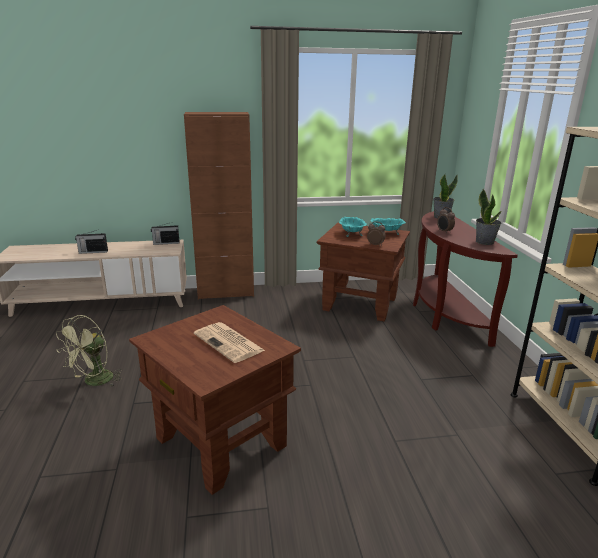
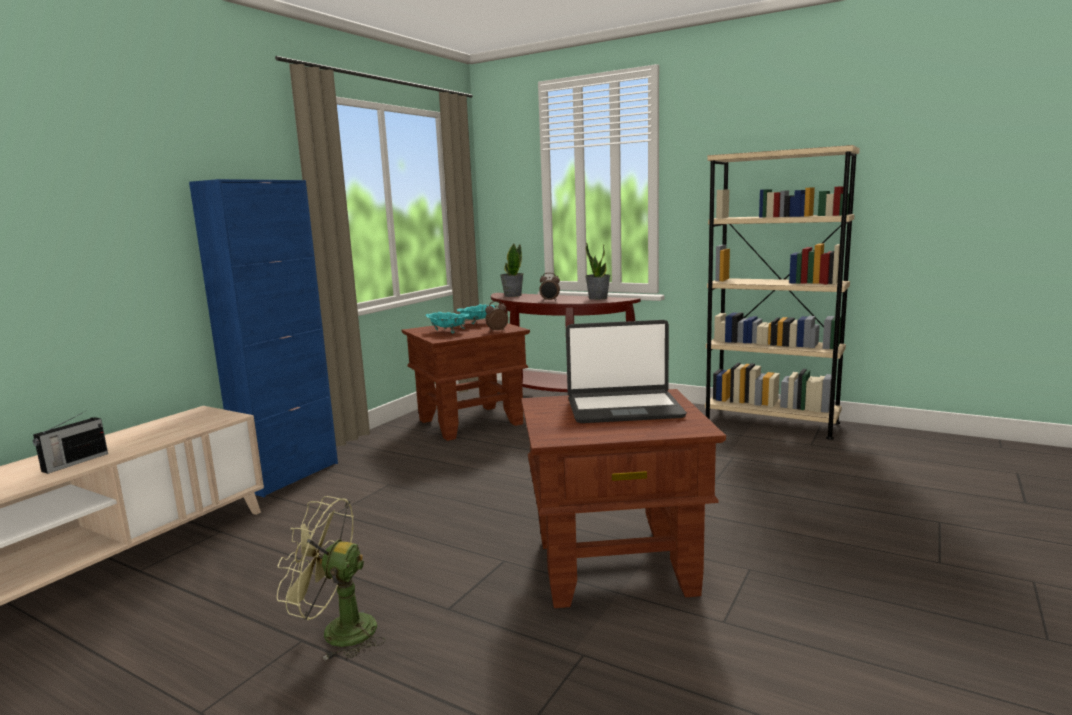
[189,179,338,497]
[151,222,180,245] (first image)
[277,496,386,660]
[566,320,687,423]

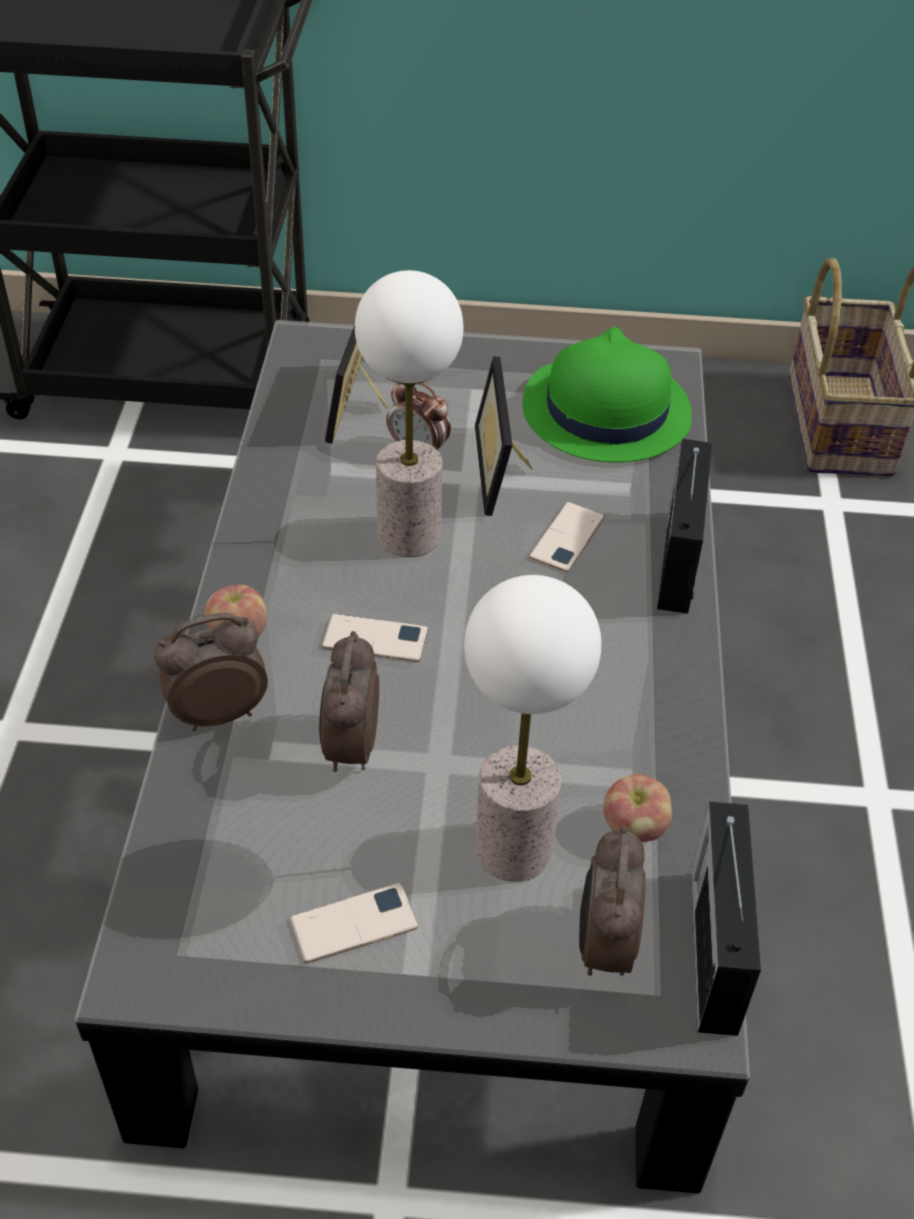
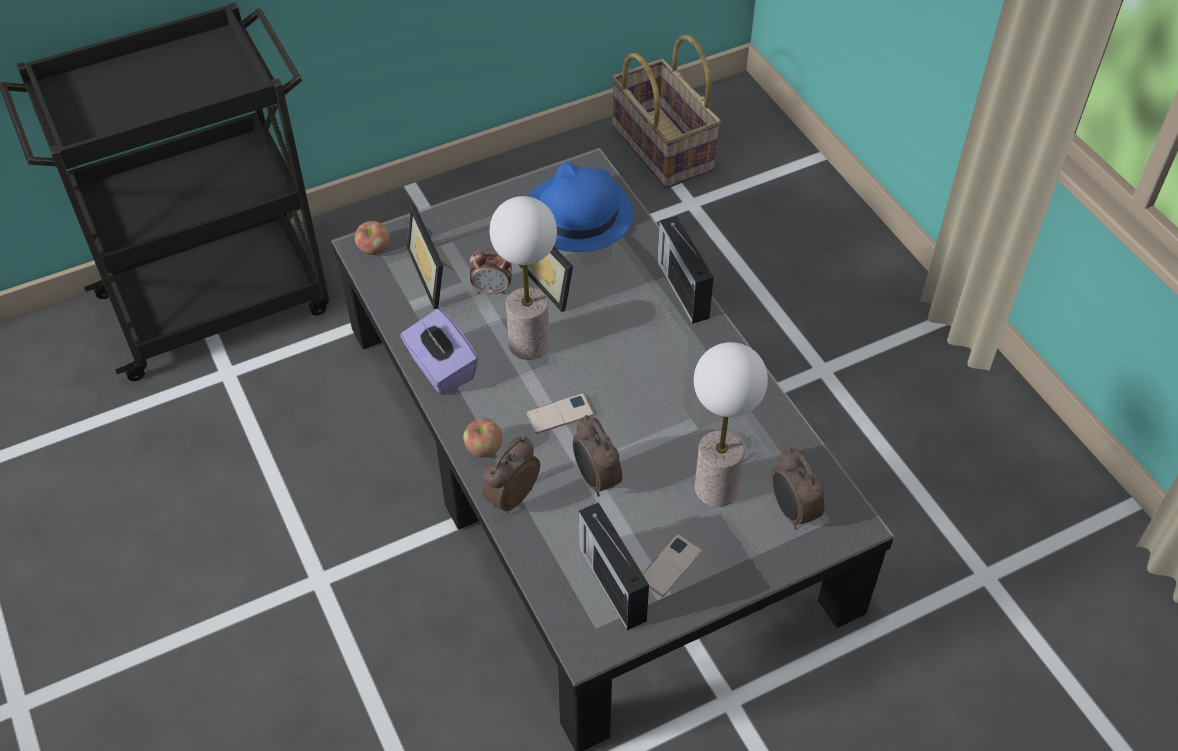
[528,162,634,252]
[529,502,605,572] (first image)
[355,221,390,255]
[579,502,649,630]
[400,308,479,394]

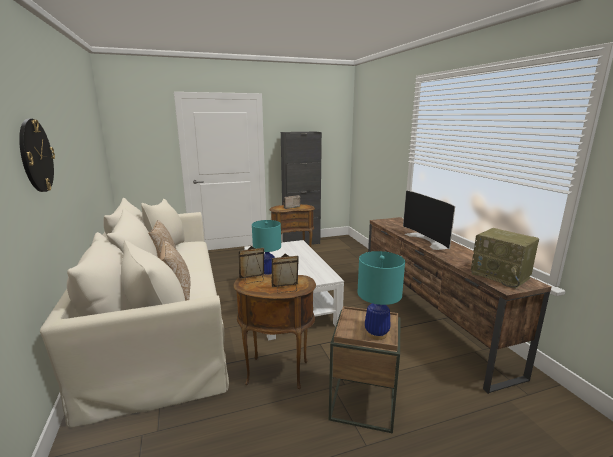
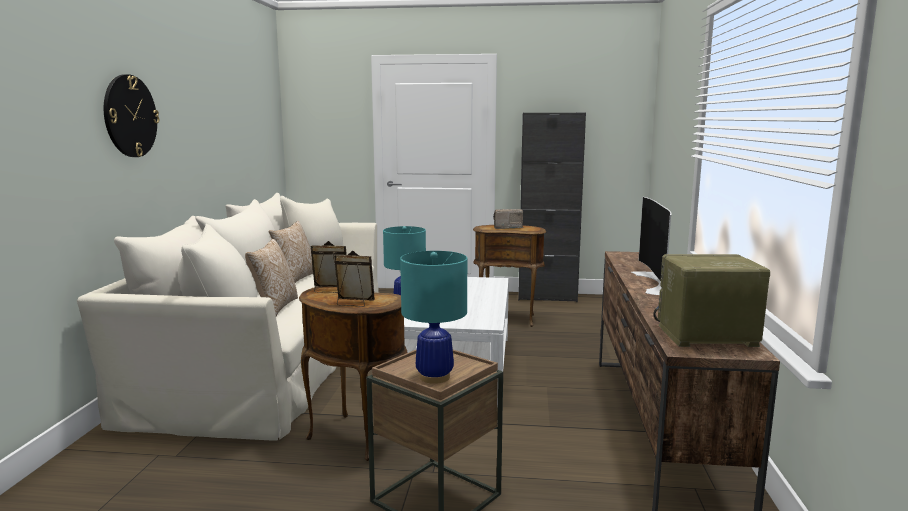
[653,254,770,347]

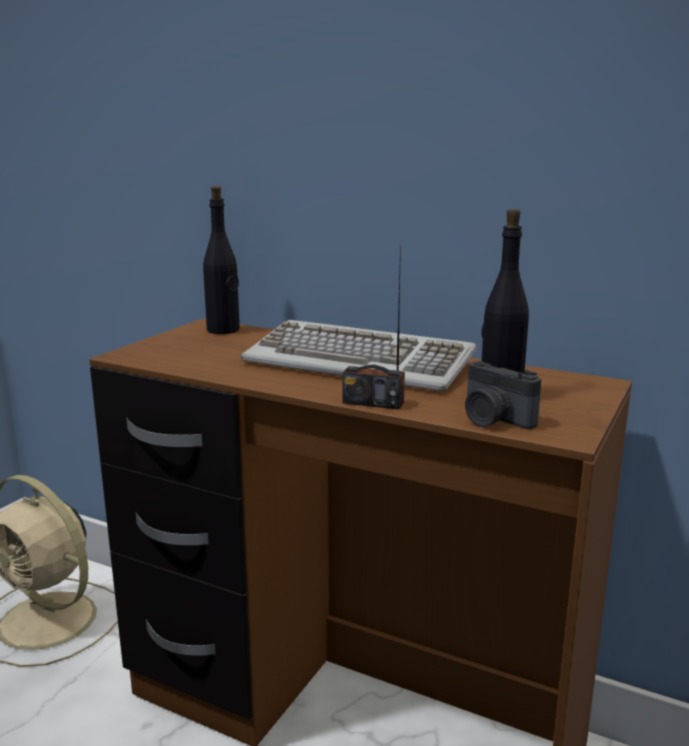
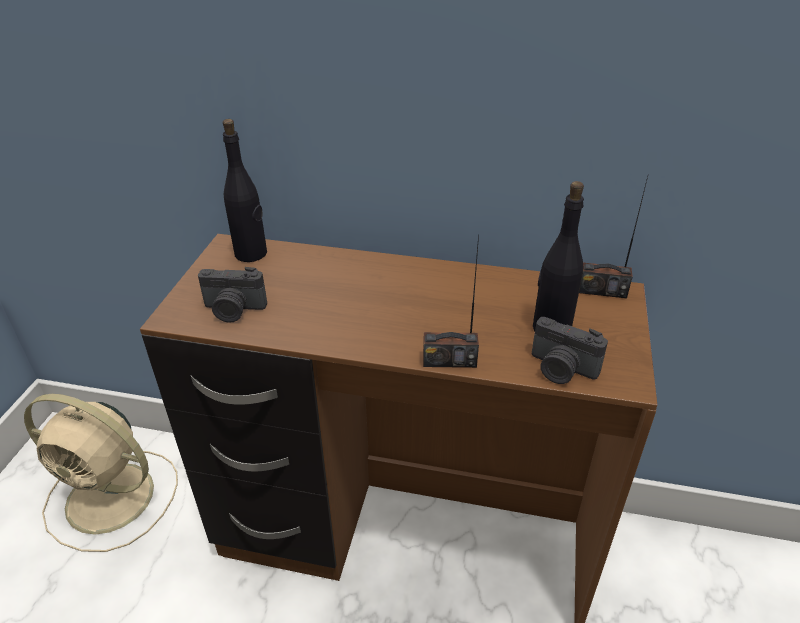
[241,320,477,391] (first image)
[579,176,648,298]
[198,267,267,323]

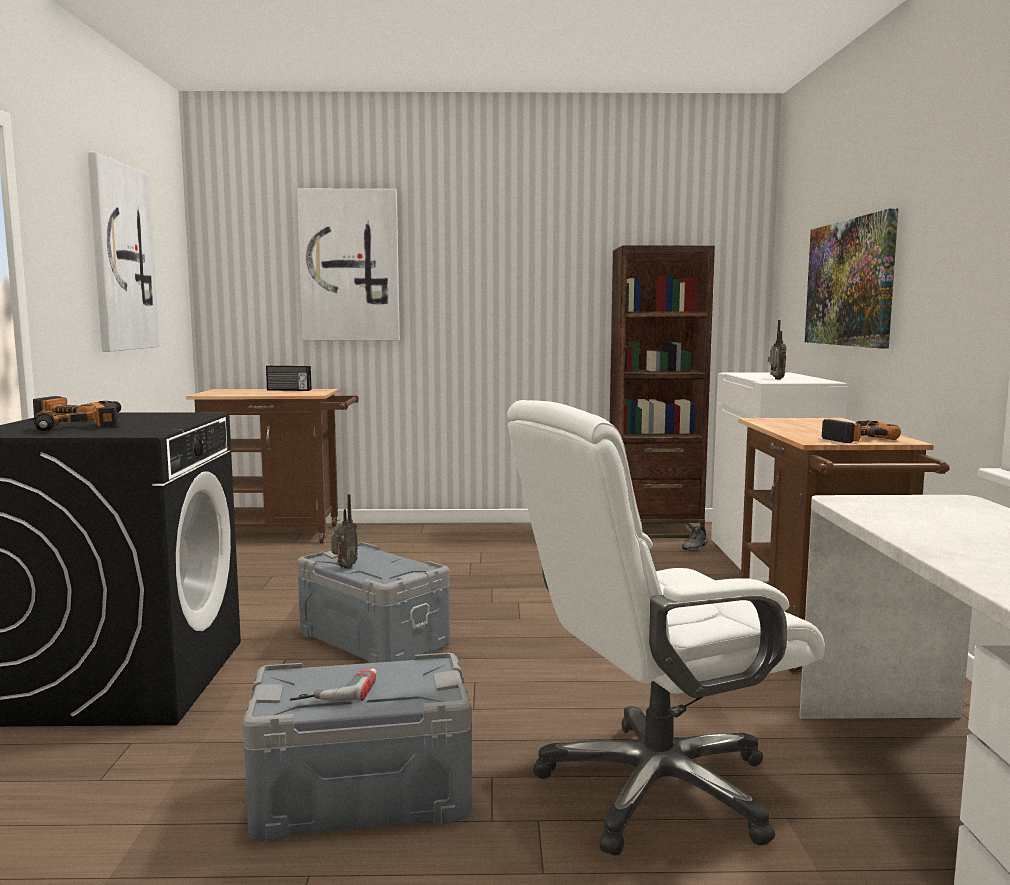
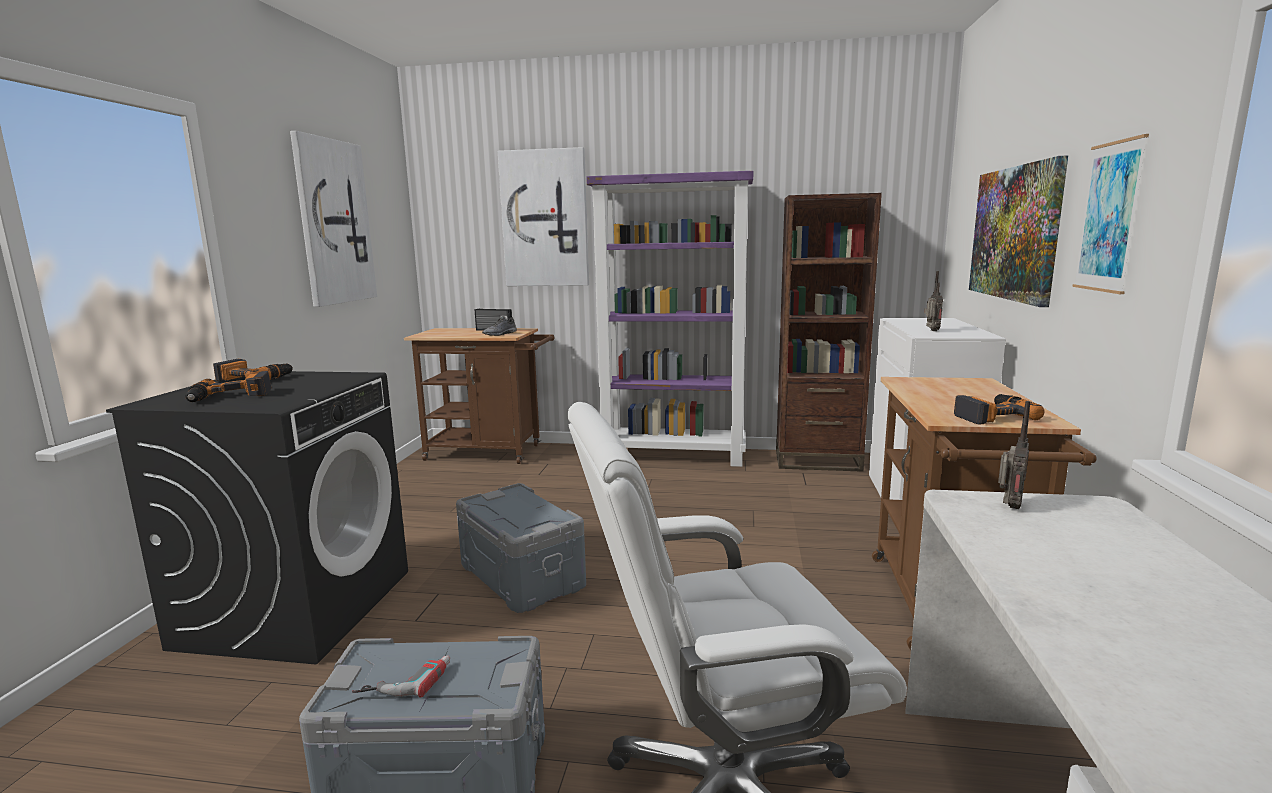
[998,401,1030,509]
[482,316,517,336]
[1072,134,1149,294]
[586,171,753,467]

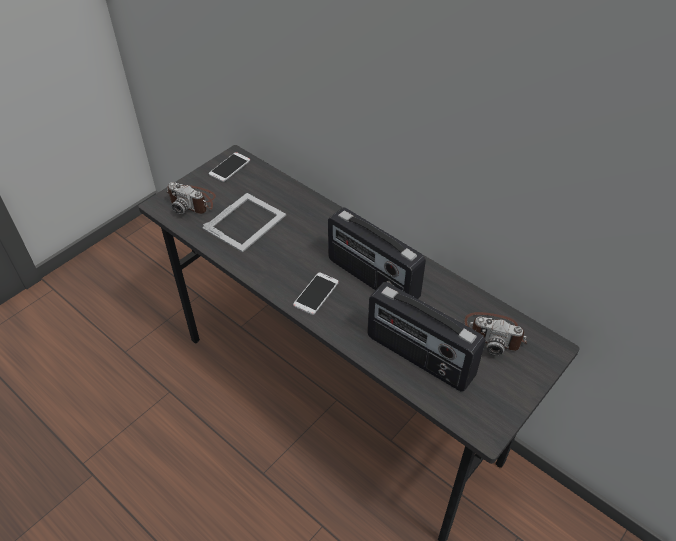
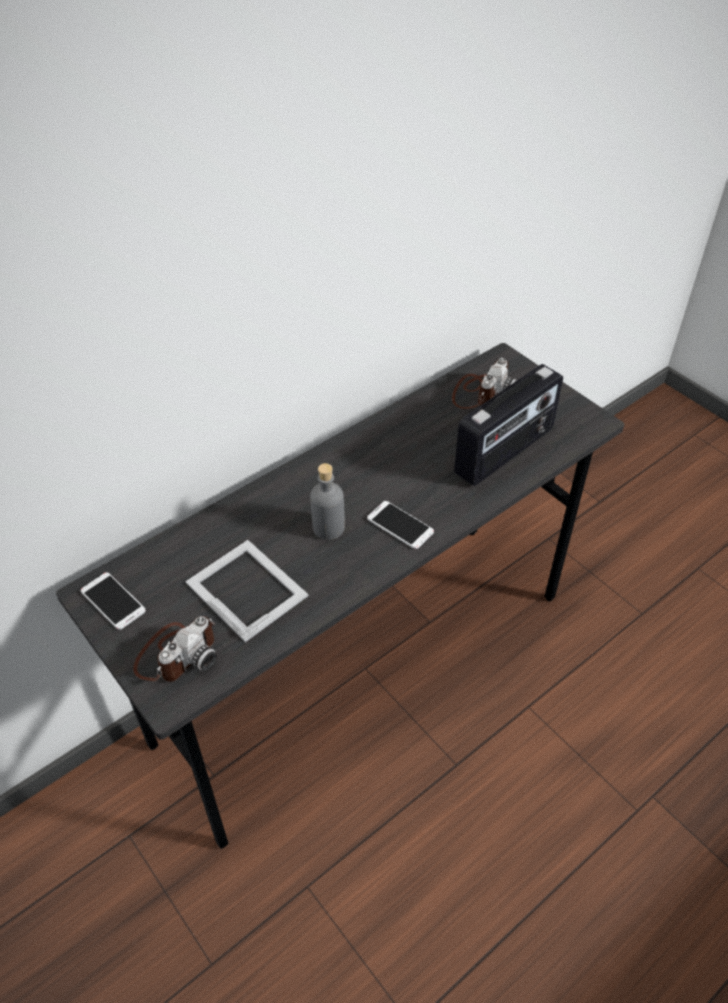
[328,207,426,299] (first image)
[310,463,345,540]

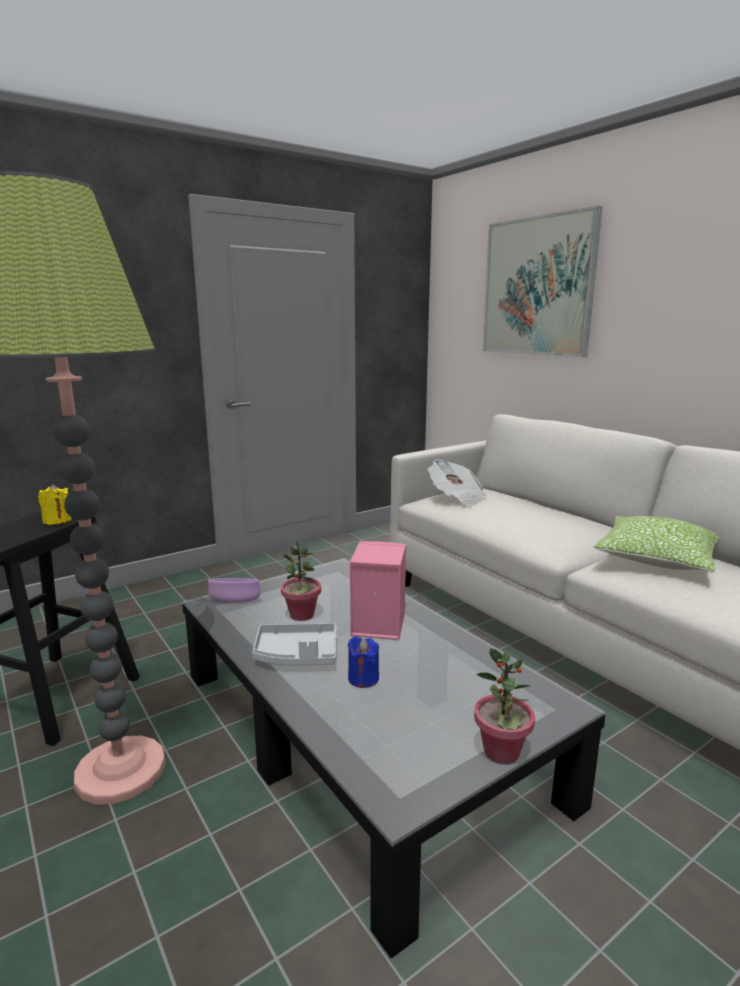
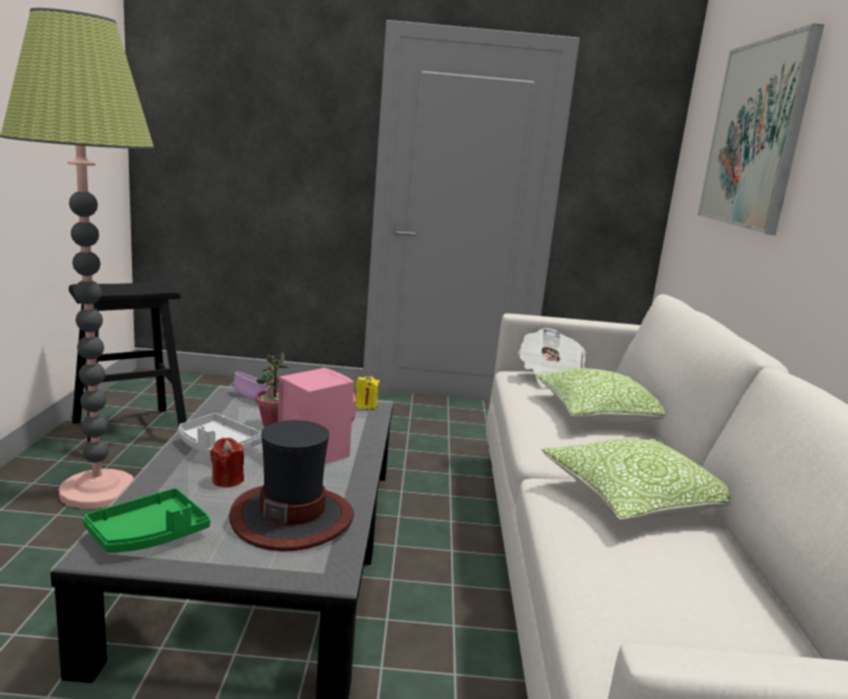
[356,375,380,410]
[210,438,244,487]
[474,648,535,764] (first image)
[535,368,665,423]
[229,420,354,551]
[83,488,210,553]

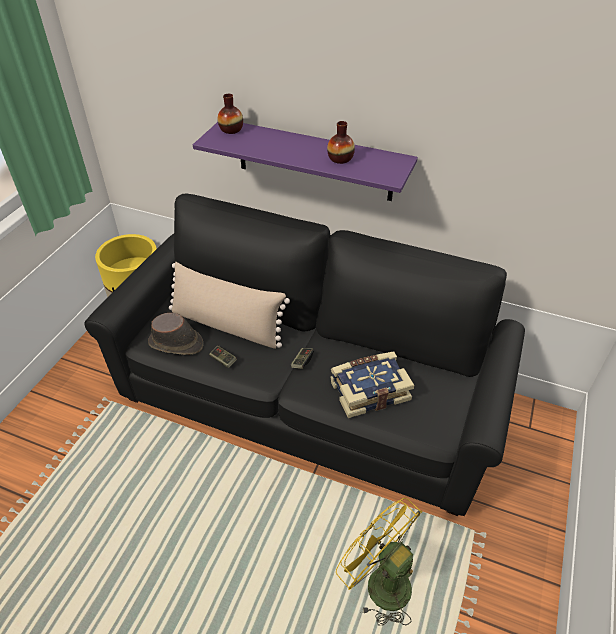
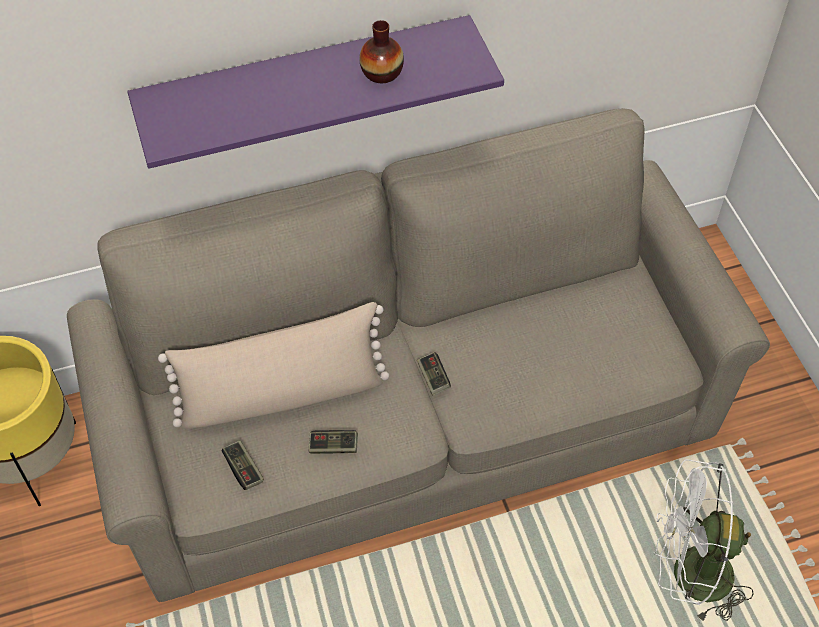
[217,94,243,134] (first image)
[67,108,770,602]
[221,440,264,490]
[330,351,414,418] (first image)
[654,459,754,623]

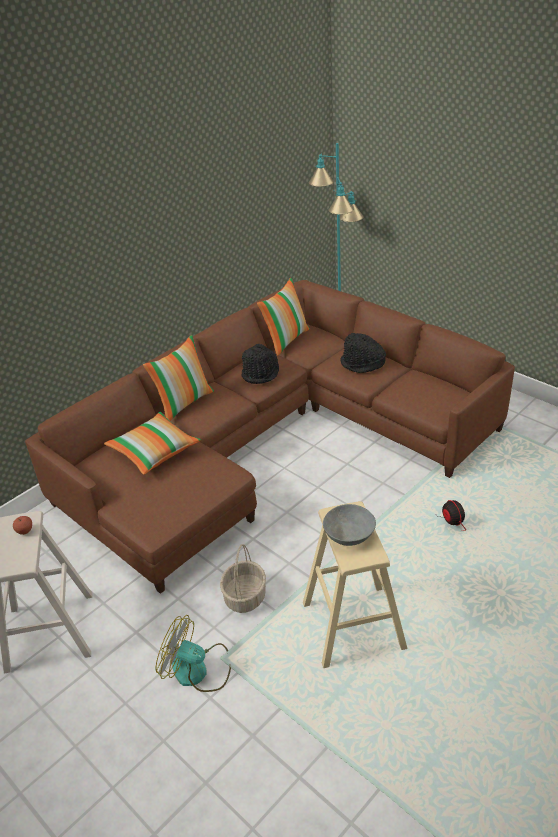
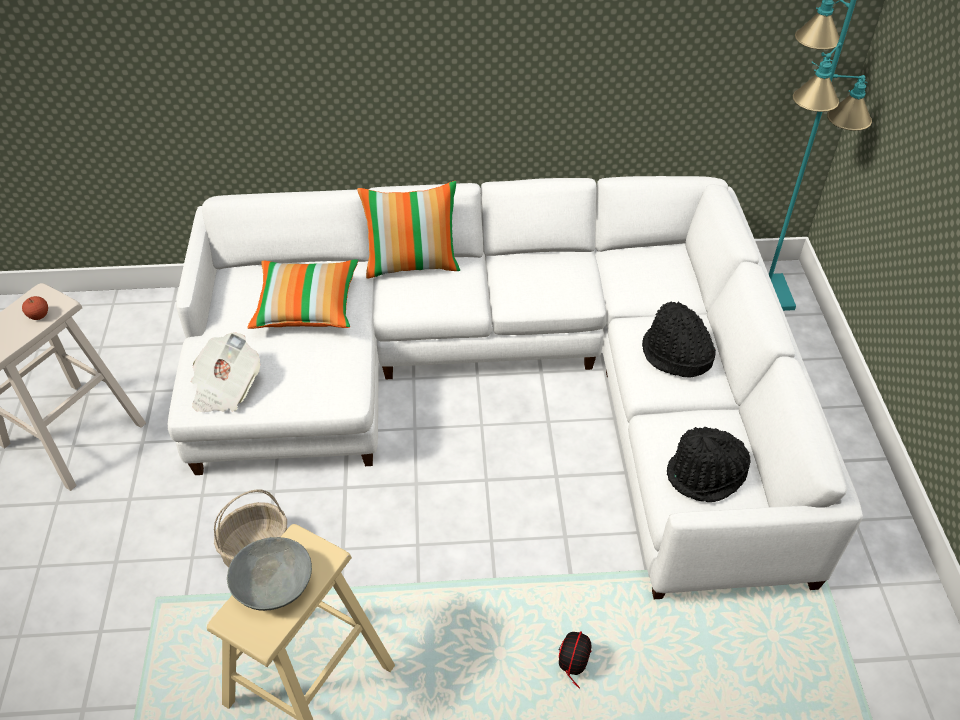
[257,278,310,356] (first image)
[168,176,863,599]
[667,426,751,502]
[156,615,231,692] (first image)
[191,332,260,412]

